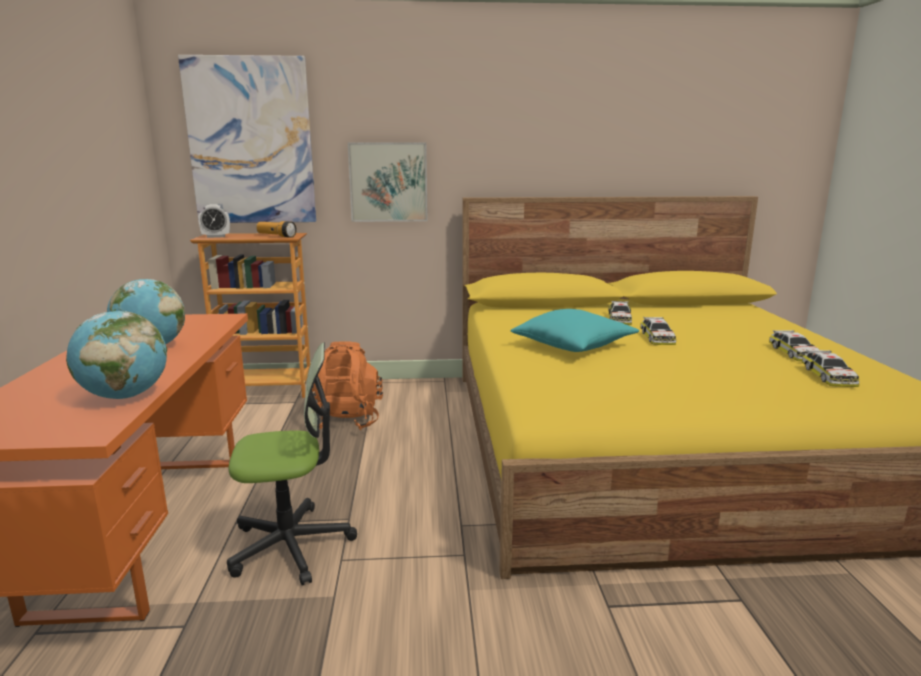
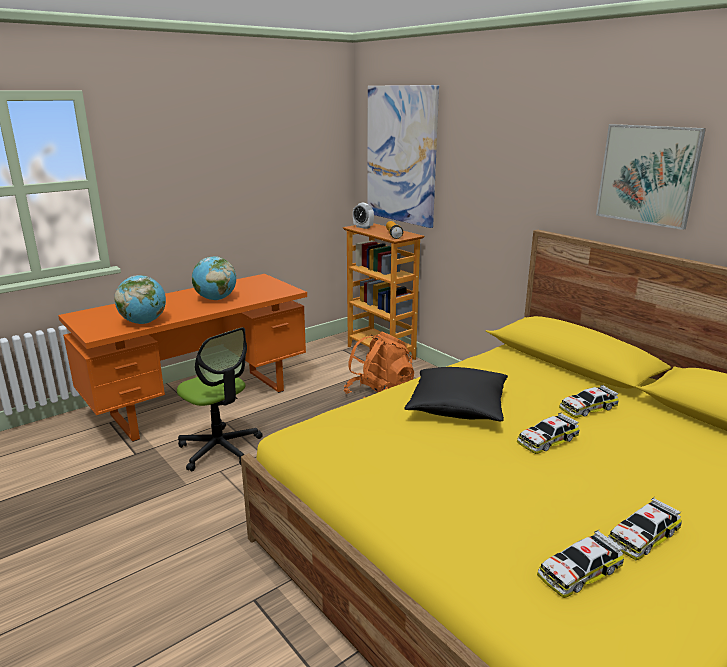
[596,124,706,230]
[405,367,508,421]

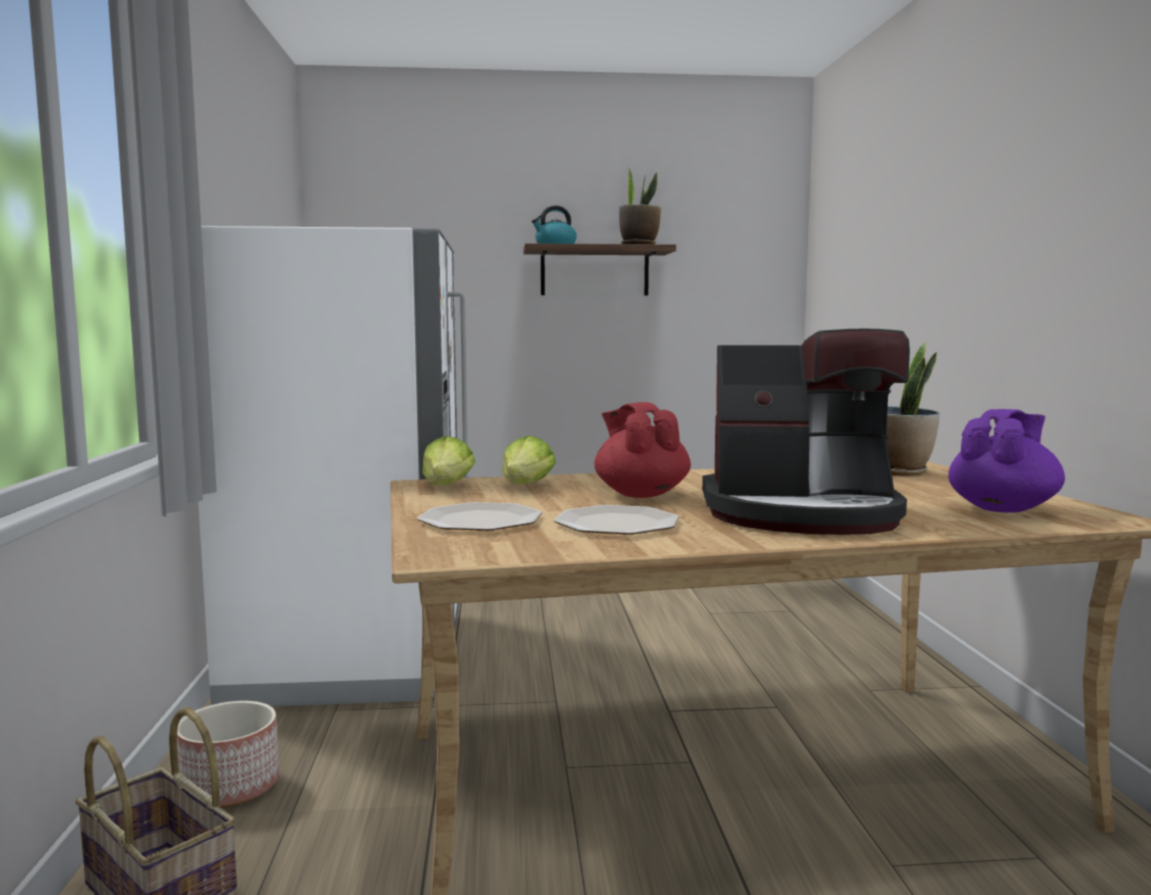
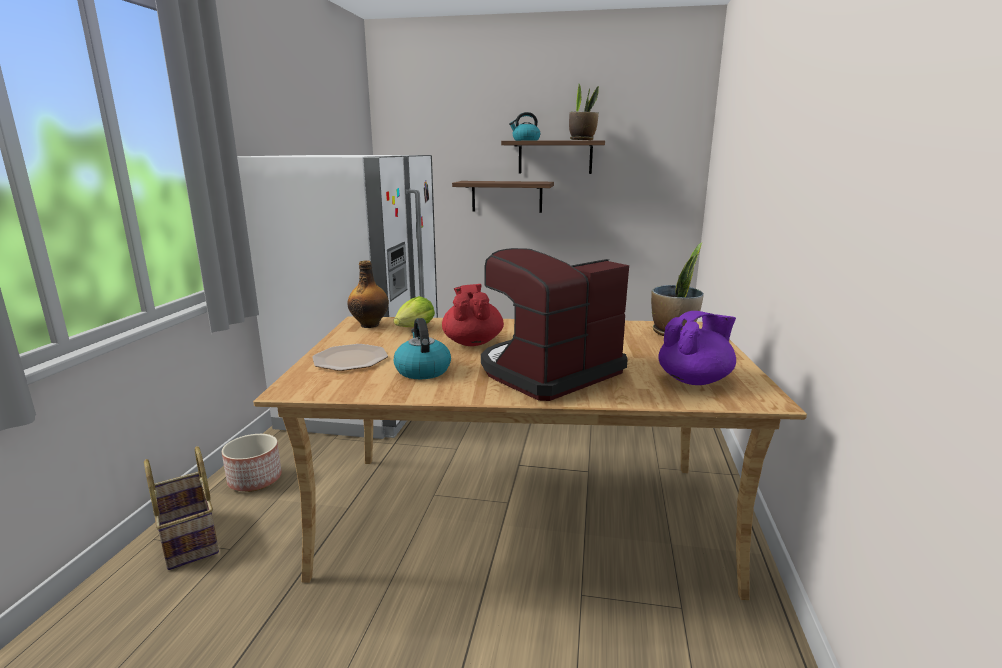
[481,248,629,401]
[347,261,389,328]
[394,318,451,379]
[452,181,554,213]

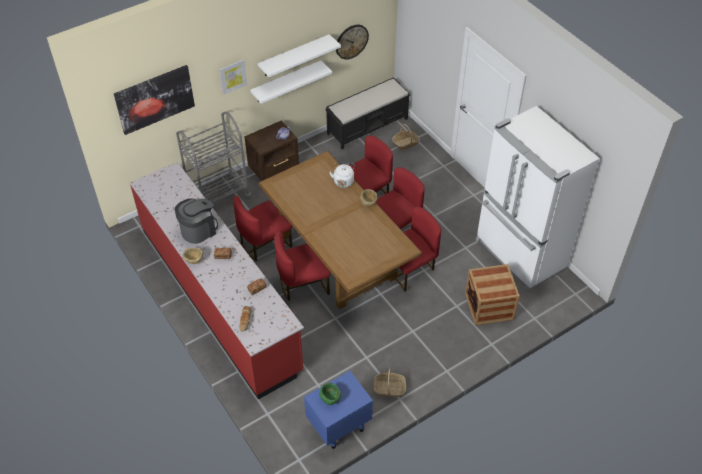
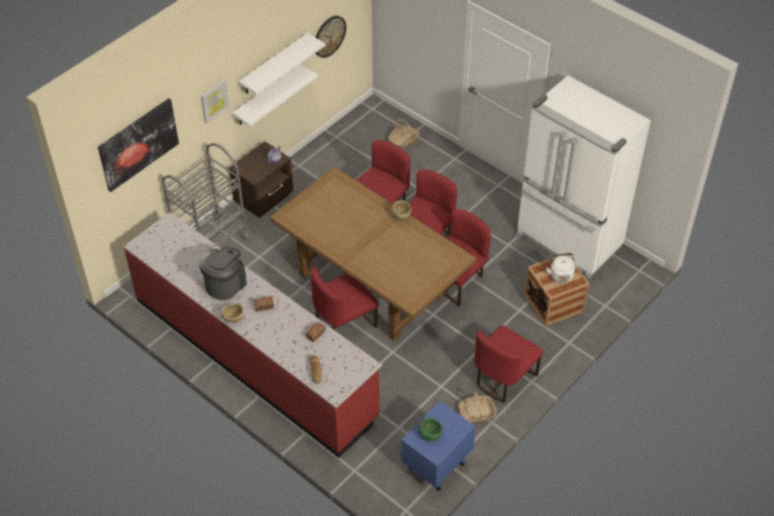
[325,77,410,149] (first image)
[546,253,575,283]
[474,325,543,403]

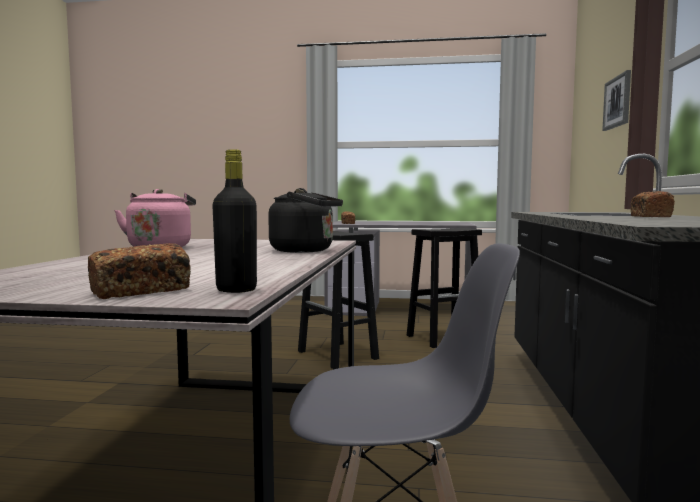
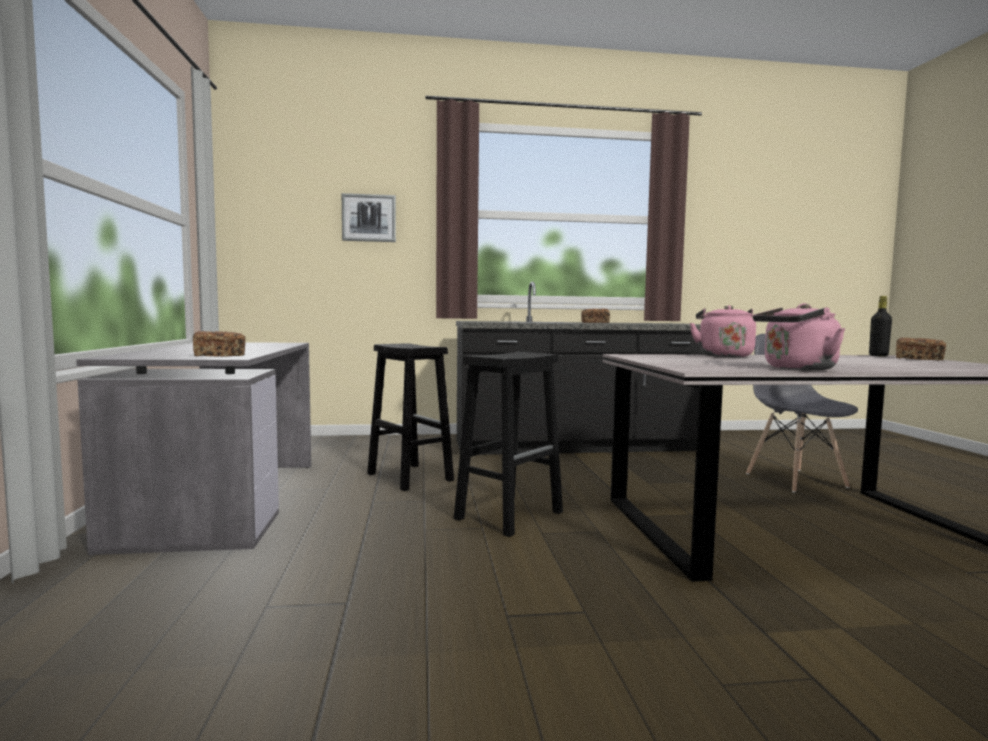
[690,305,756,357]

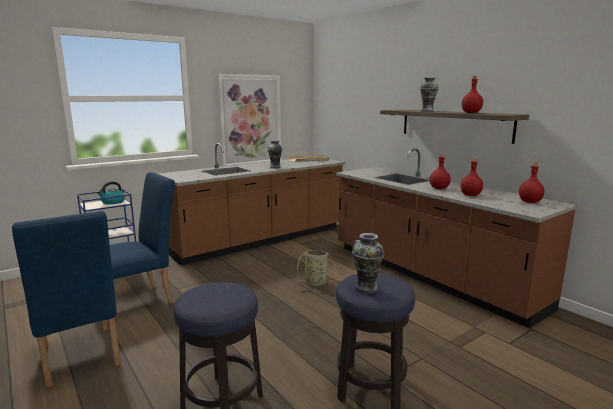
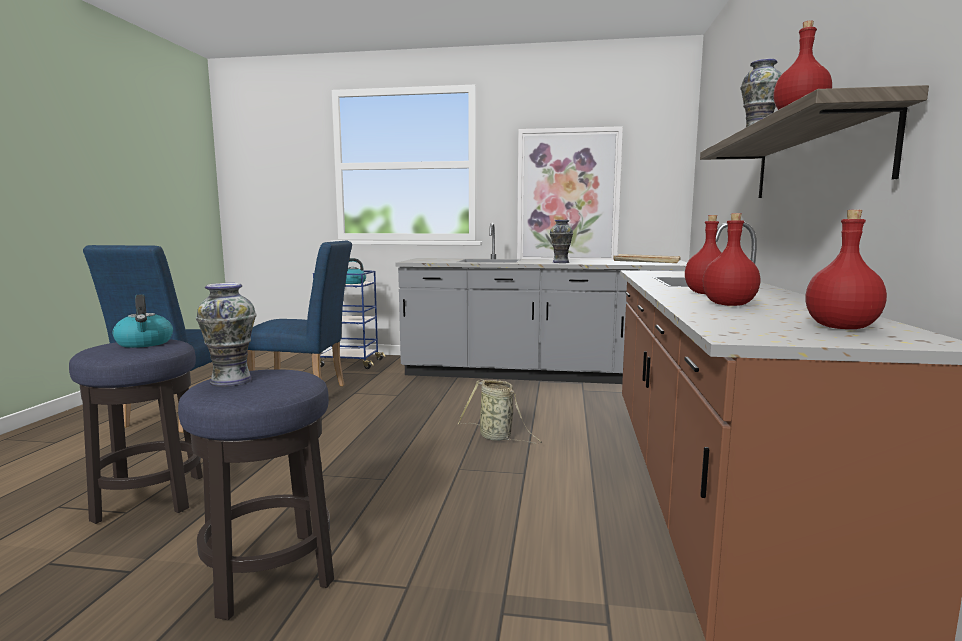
[396,223,688,384]
[113,294,173,348]

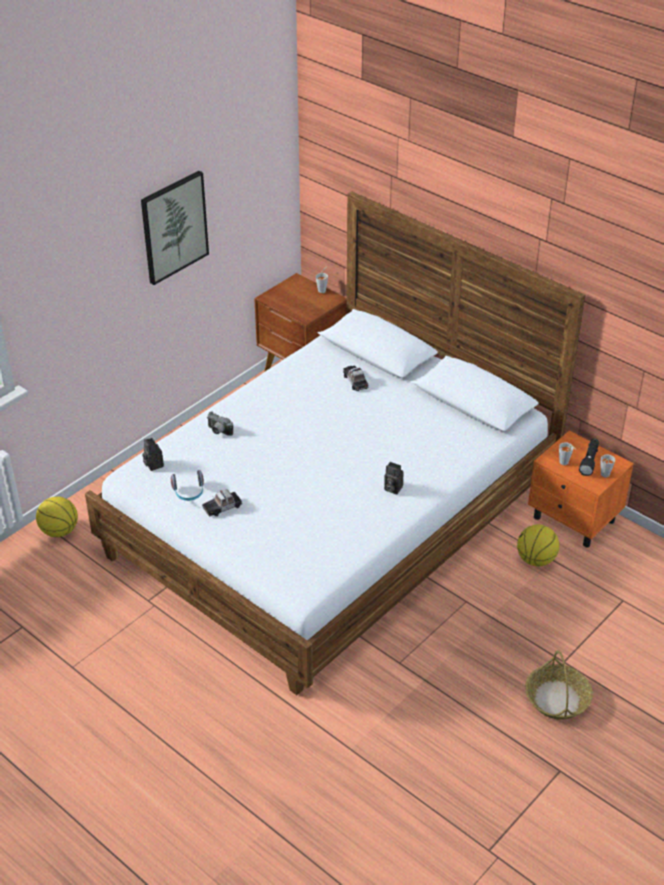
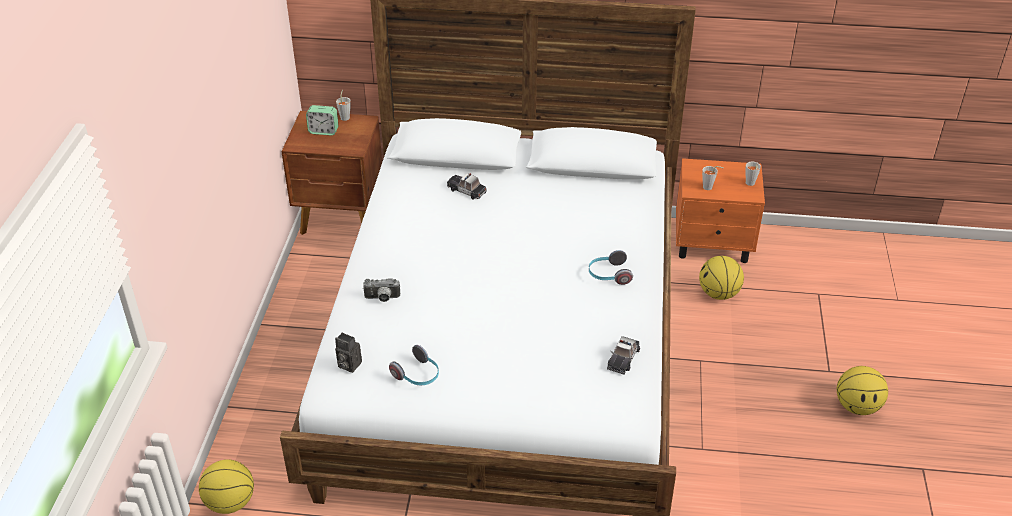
[141,171,209,285] (first image)
[579,438,599,476] (first image)
[589,250,633,285]
[607,336,640,375]
[837,366,888,415]
[306,105,338,135]

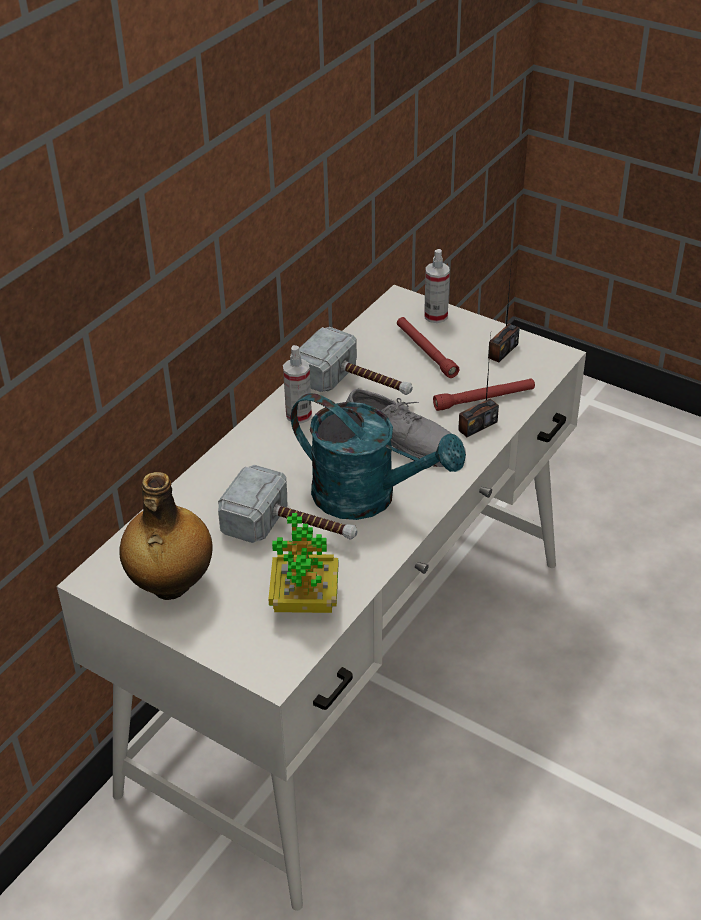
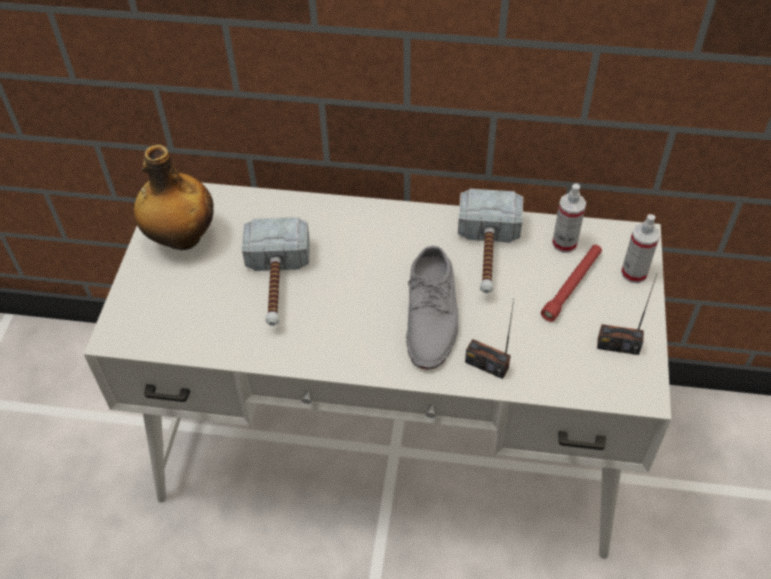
[552,184,586,253]
[433,378,535,411] (first image)
[291,393,466,520] (first image)
[268,513,338,613] (first image)

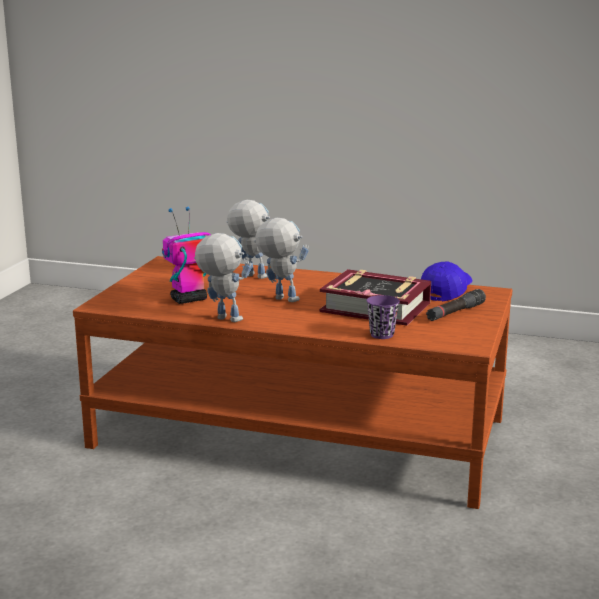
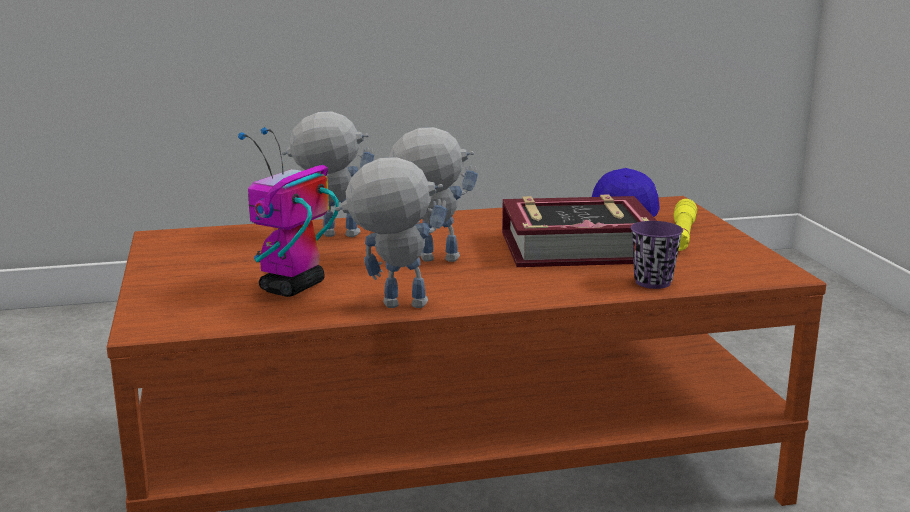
[673,199,697,251]

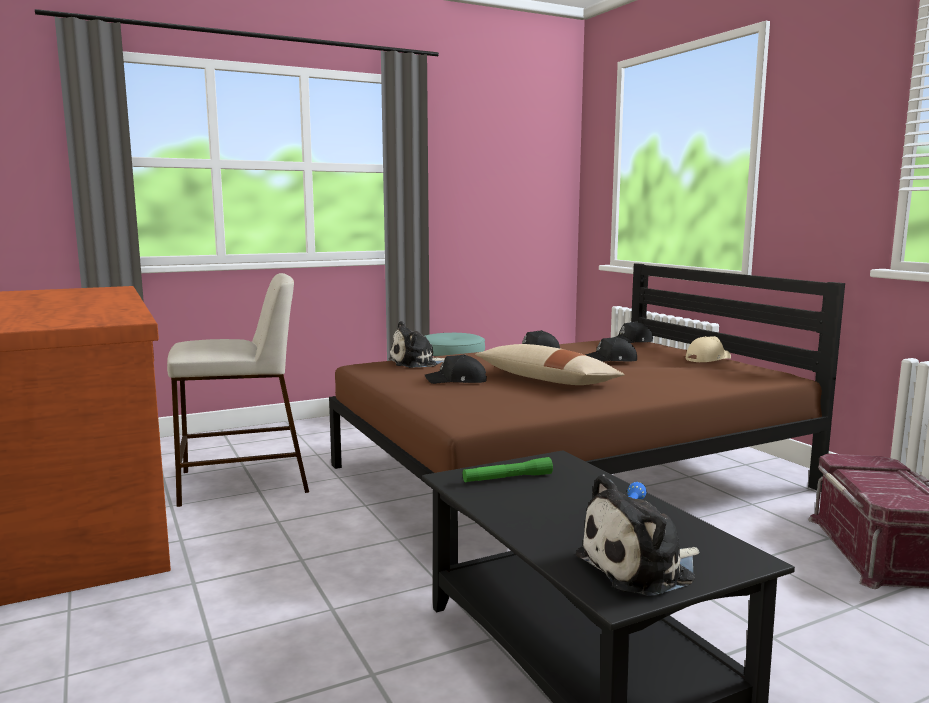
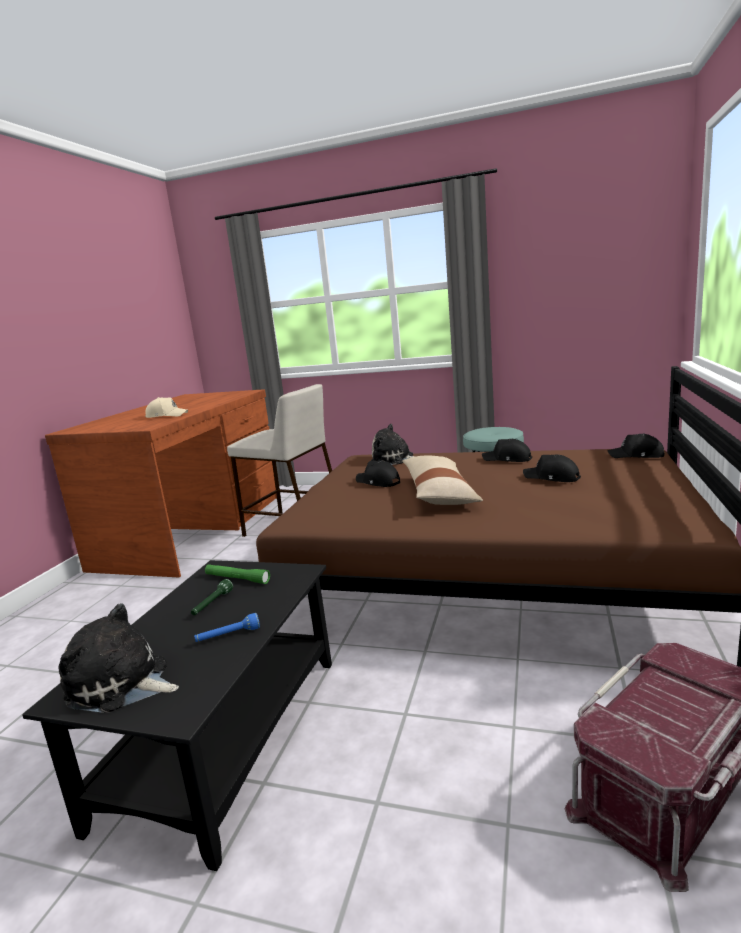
[145,397,188,418]
[191,579,233,615]

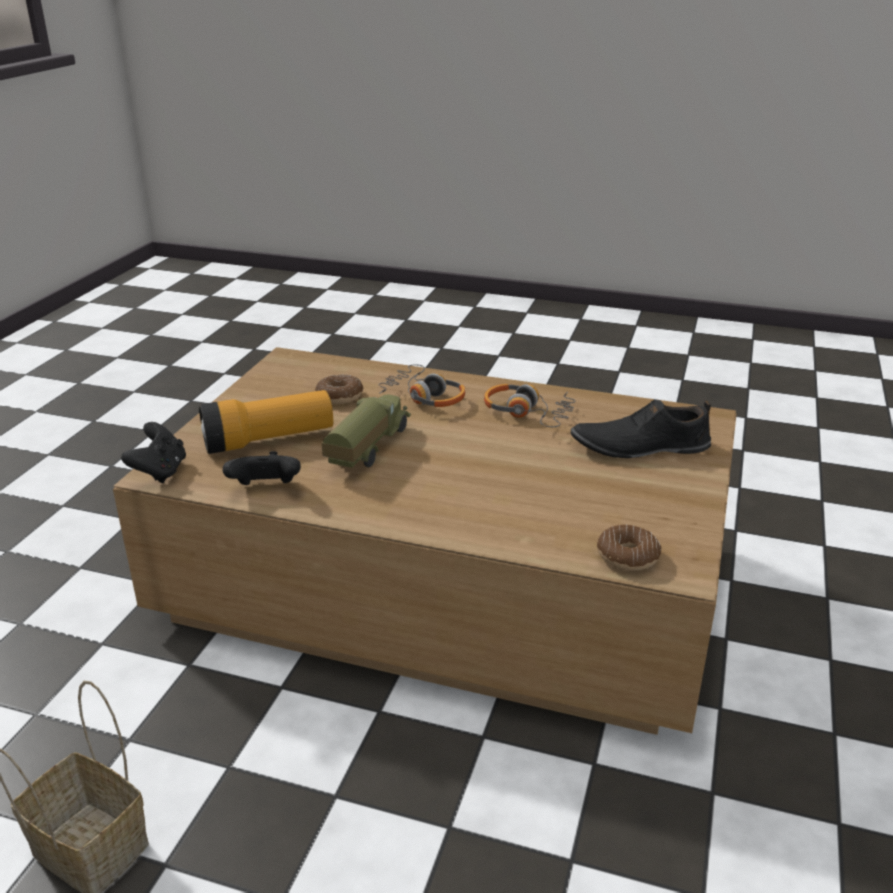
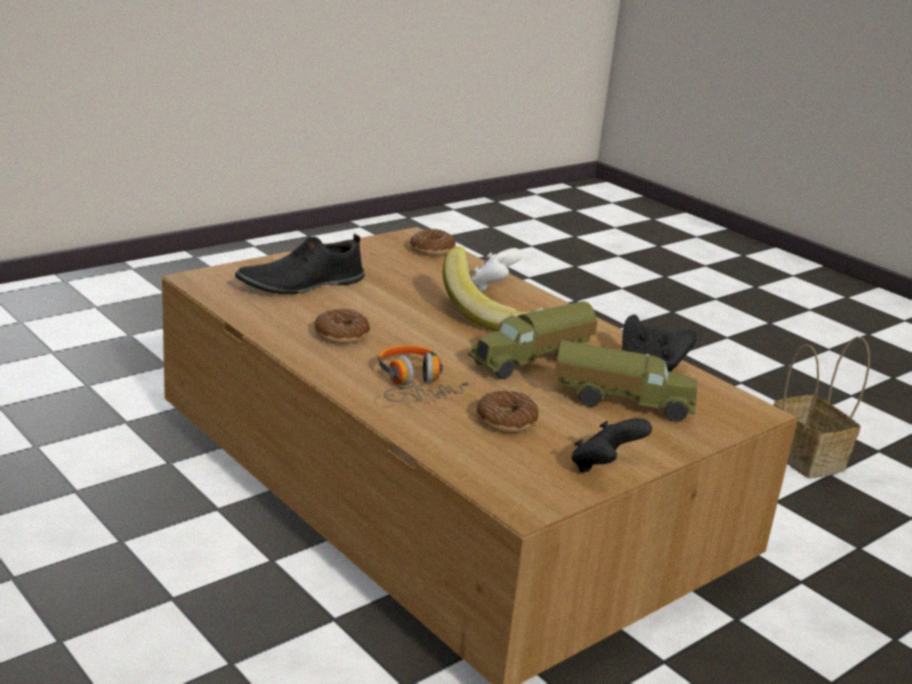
[314,309,370,344]
[554,340,697,422]
[235,234,365,294]
[571,418,652,472]
[443,246,543,331]
[472,248,523,291]

